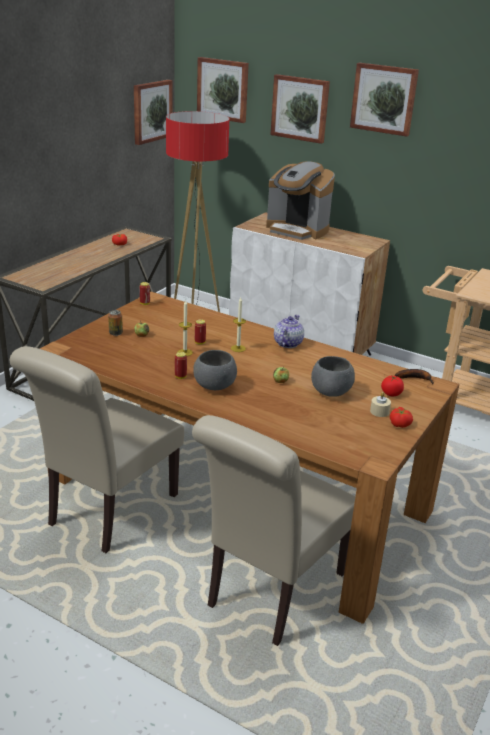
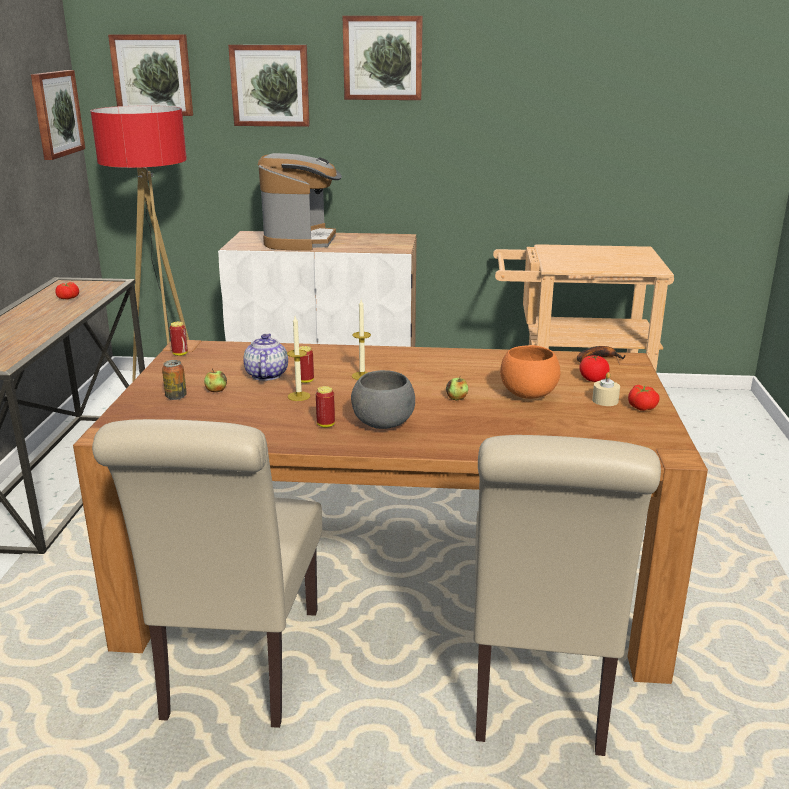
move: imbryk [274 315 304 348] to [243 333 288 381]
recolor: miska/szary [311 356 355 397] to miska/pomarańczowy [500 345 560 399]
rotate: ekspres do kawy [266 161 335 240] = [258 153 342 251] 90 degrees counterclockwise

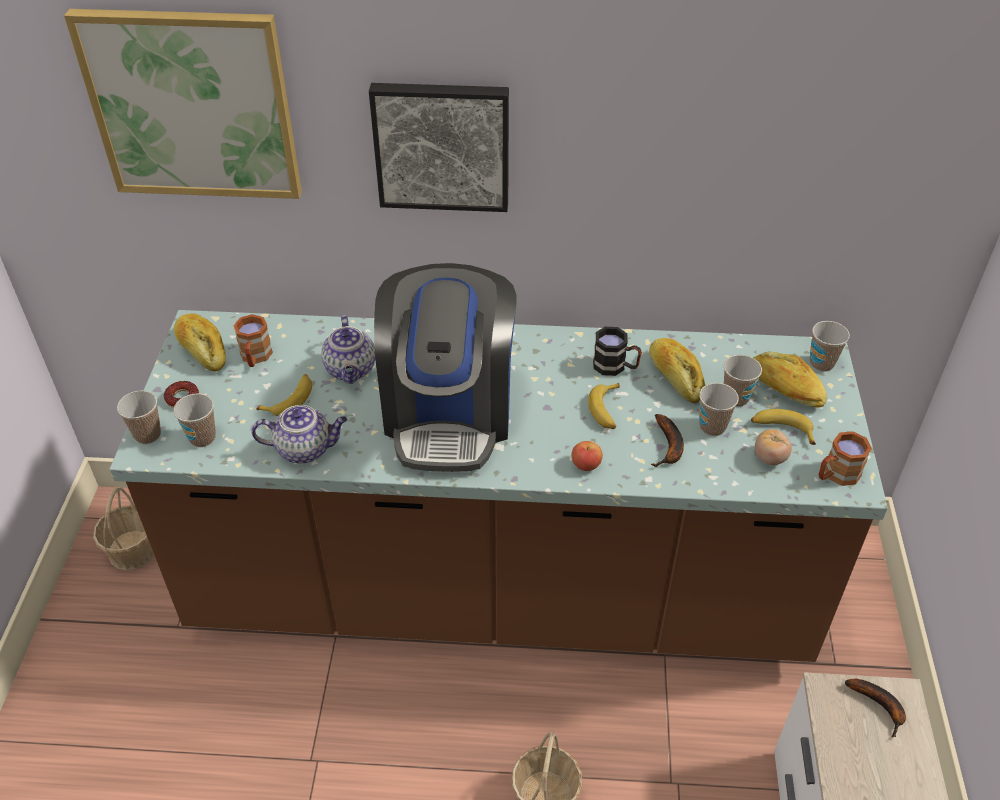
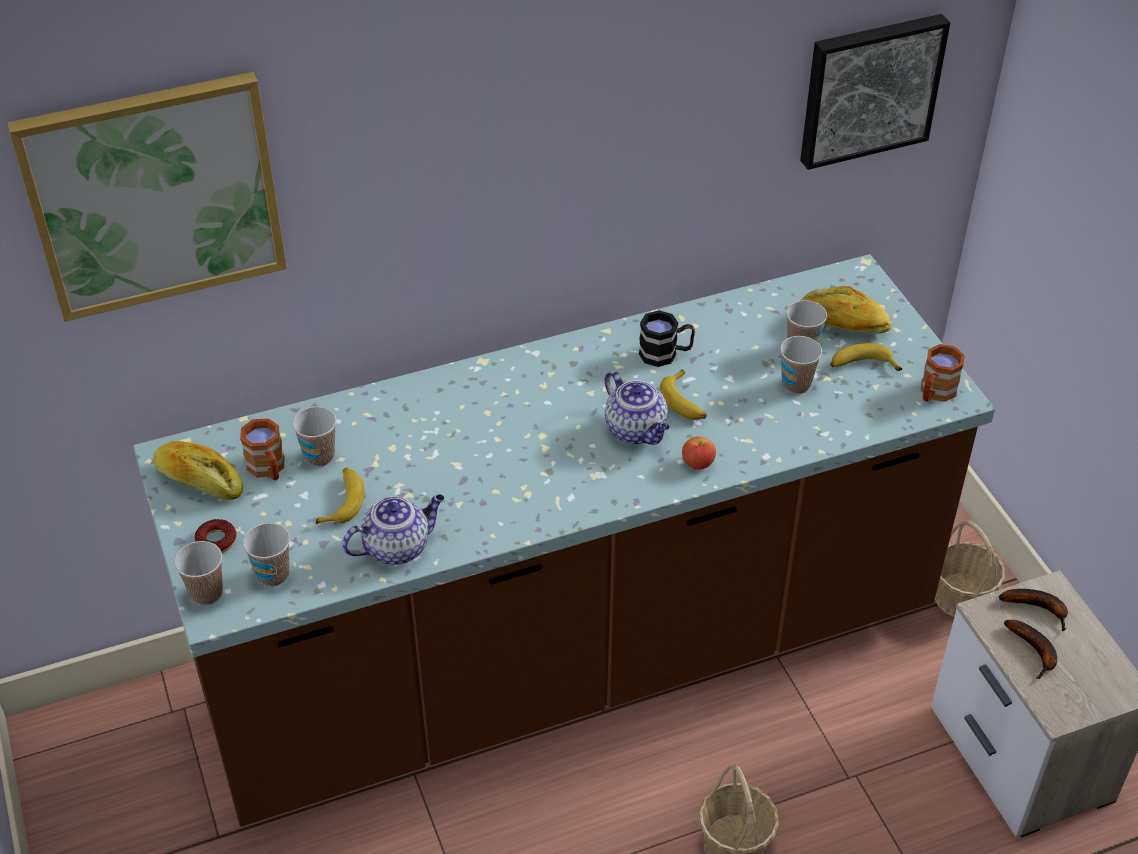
delete: ekspres do kawy [374 263 516 472]; chleb [649 338 705 403]; pomidor [755 429 792 465]
move: koszyk [93 488 154 570] to [935 521 1005 617]; imbryk [321 315 375 384] to [605 371 670 445]; obraz [369 83 509 212] to [800 14 950 170]; banan [651 414 684 467] to [1004 620 1057 679]; filiżanka [810 321 850 372] to [292 406 336 467]

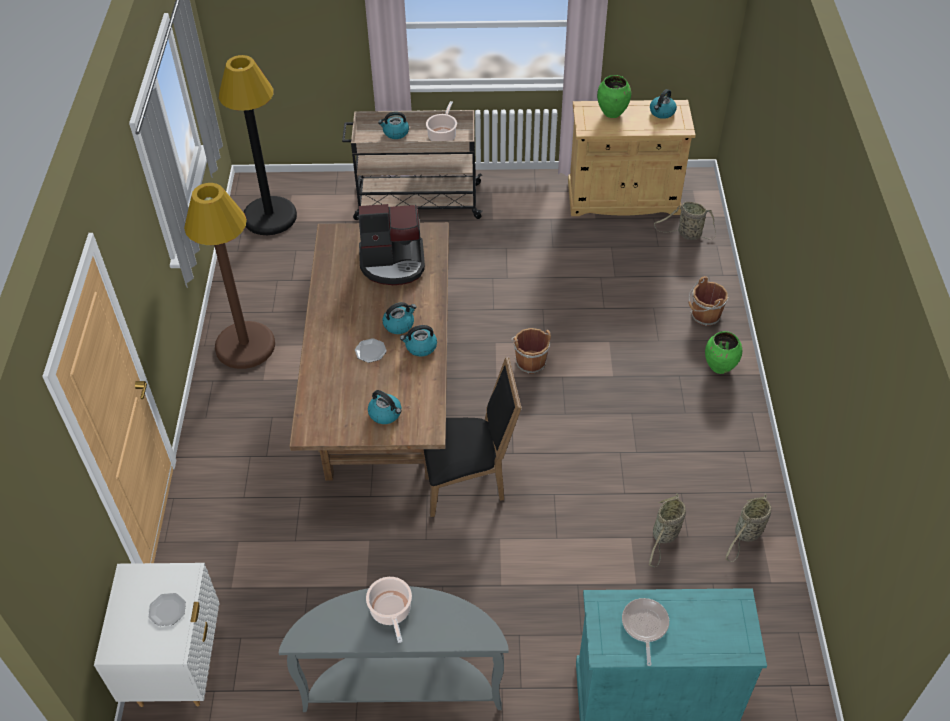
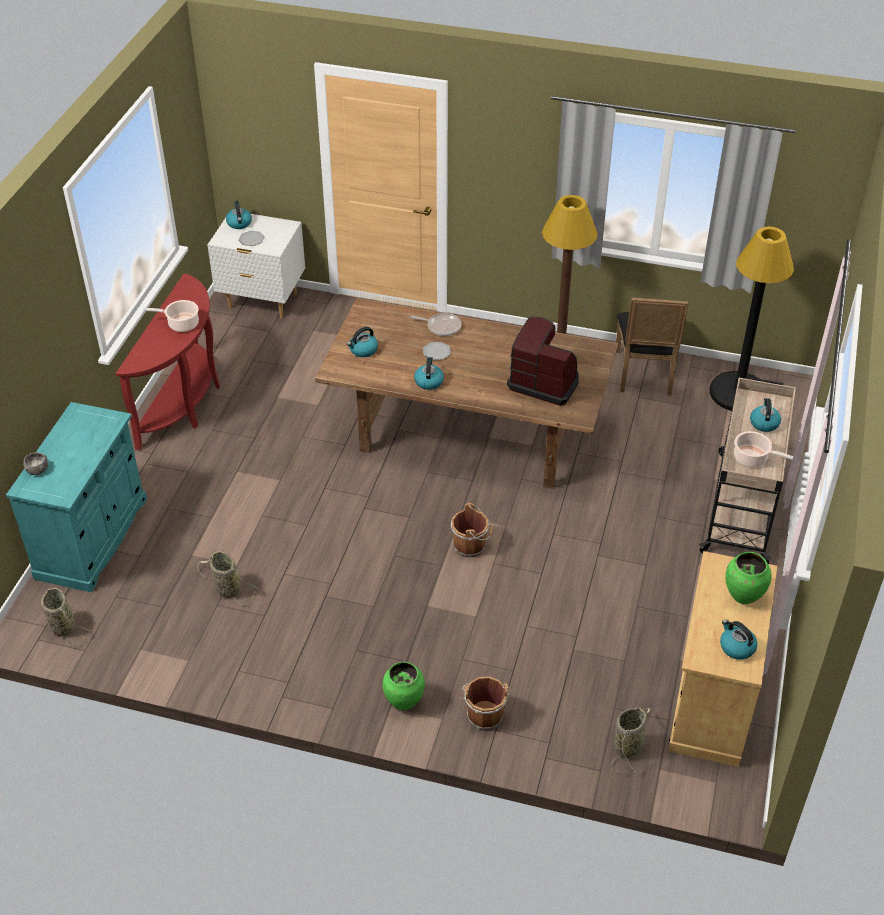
insert: miska/szary [23 452 48 475]
move: czajnik [383 302 416 334] to [226 201 252 229]; krzesło/czarny [421 357 522 517] to [616 298 689 396]; patelnia [622 598 669 666] to [410 313 461 336]; koszyk [725 494 772 562] to [41 588 90 646]
recolor: stolik konsolowy/szary [279 586 509 712] to stolik konsolowy/czerwony [115 273 220 450]
rotate: ekspres do kawy [358 204 425 285] = [507 317 579 406] 105 degrees clockwise

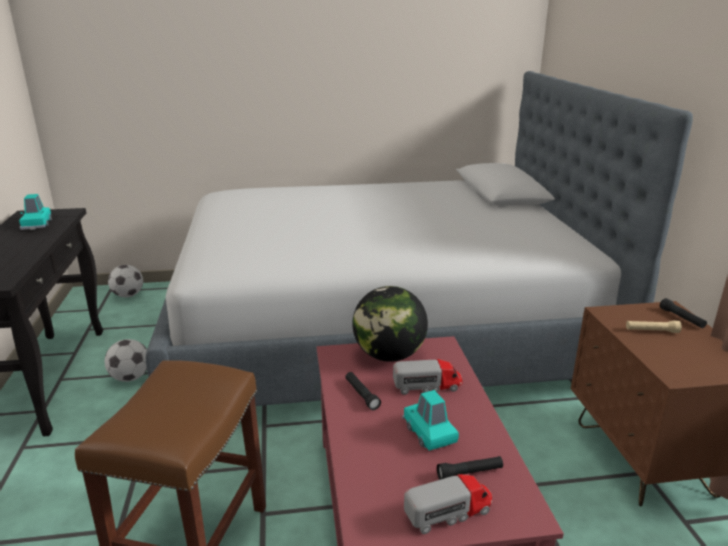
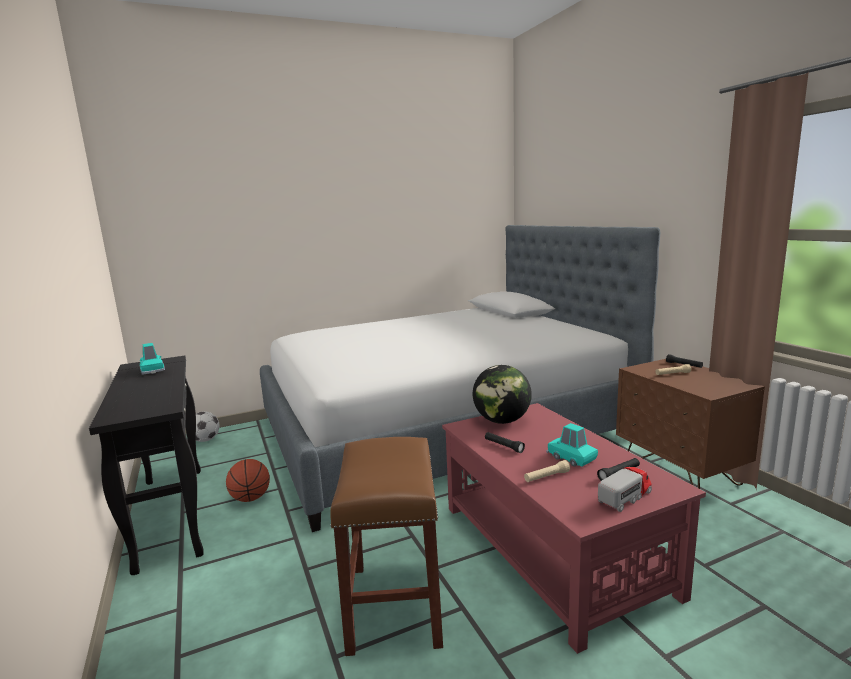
delete: ciężarówka zabawkowa [393 359 462 395]
insert: latarka/beżowy [524 460 570 482]
replace: piłka futbolowa [104 339 147 382] to piłka do koszykówki [226 459 270 502]

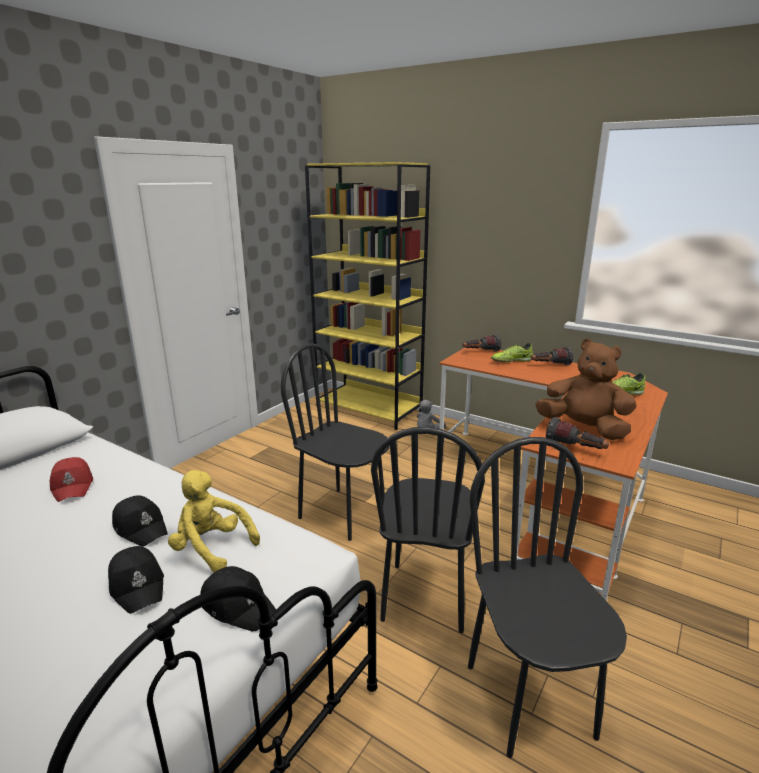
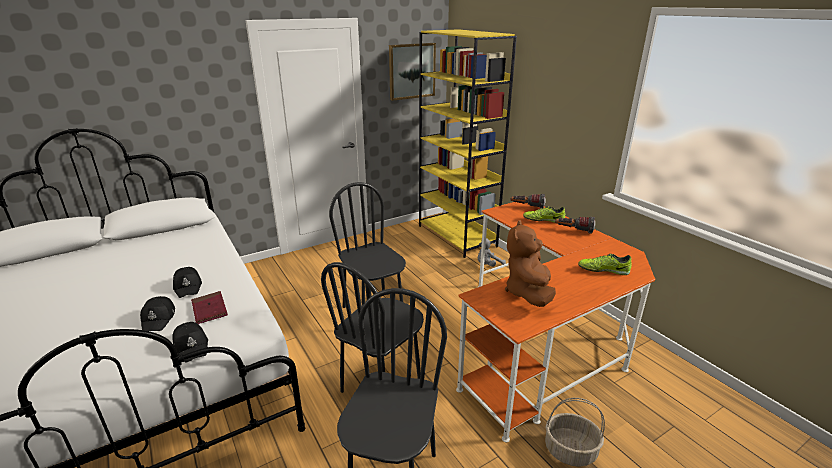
delete: czapka z daszkiem/czerwony [50 457 93 502]; latarka [546 417 609 449]
insert: obraz [389 43 436 101]; koszyk [545 398 605 467]
replace: pluszak/żółty [168 470 260 572] to książka/czerwony [191 291 228 324]
rotate: pluszak/brązowy [535 339 637 440] = [505 220 556 307] 135 degrees counterclockwise

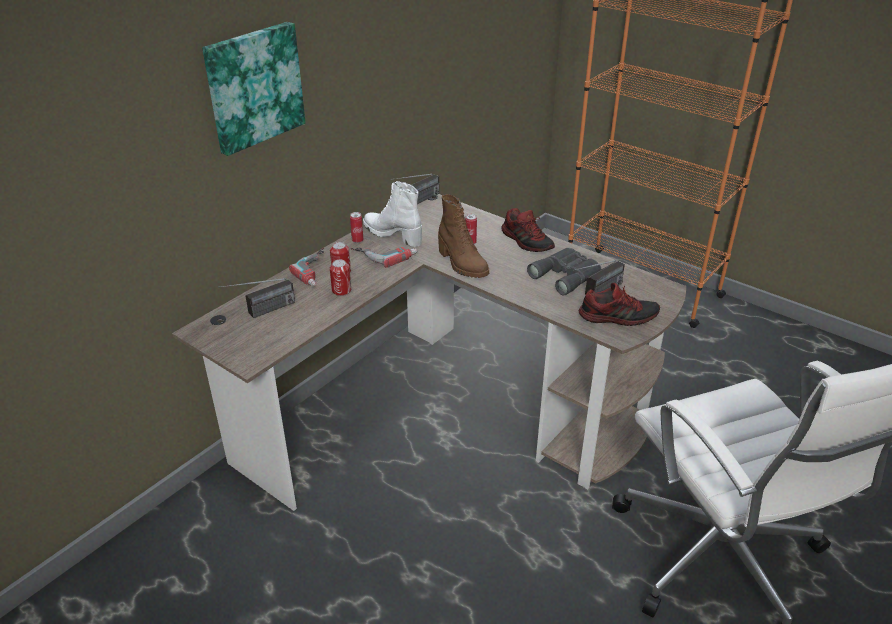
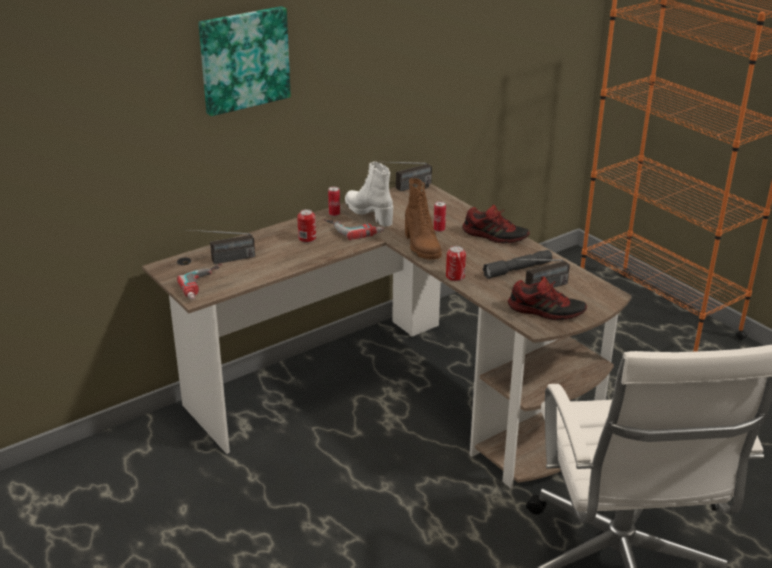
move: wiertarka [289 248 324 286] to [177 264 222 300]; puszka [330 259 351 296] to [446 246 466 281]
replace: lornetka/szary [527 248 601 295] to latarka/szary [483 250 552 279]
rotate: but [501 208 555 252] = [462 205 530 243] 45 degrees counterclockwise

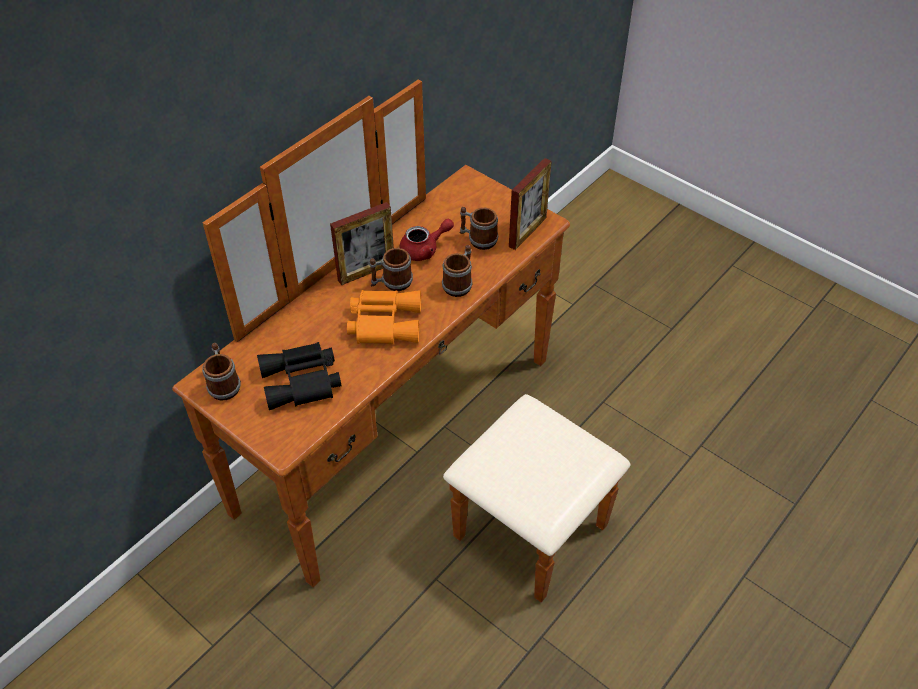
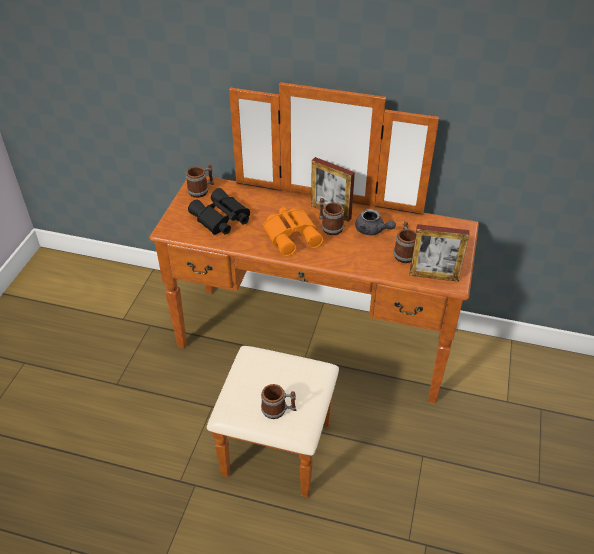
move: kubek [442 245 472 297] to [261 384 297 419]
recolor: imbryk/czerwony [400 219 454 261] to imbryk/szary [355 209 396 235]

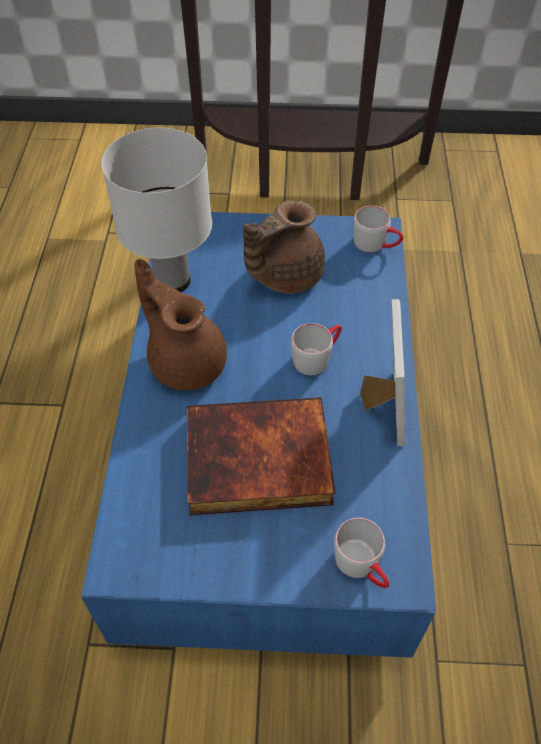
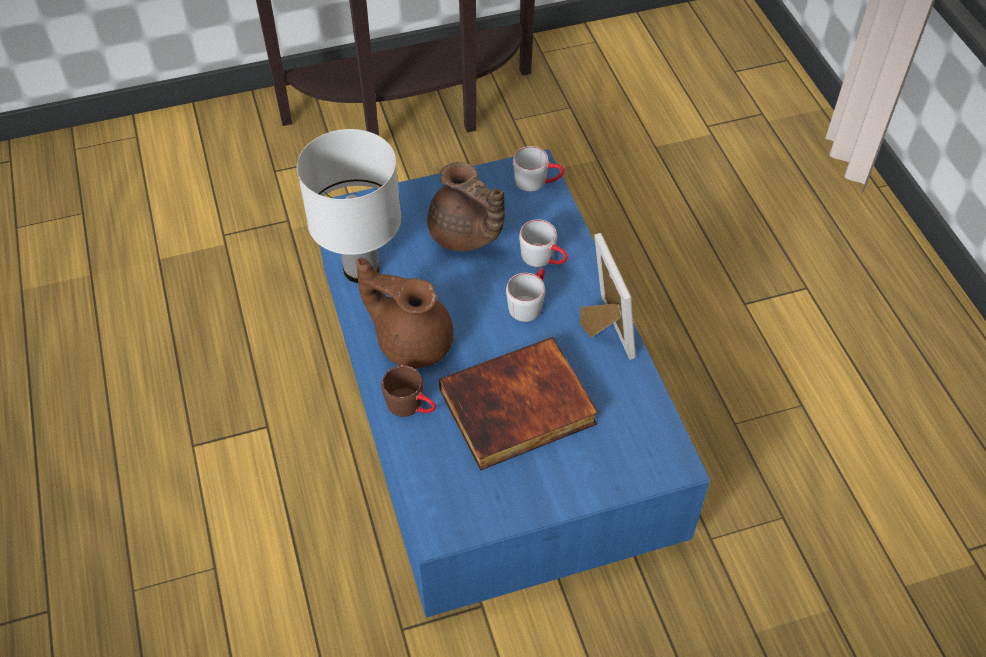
insert: kubek/brązowy [381 365 436 417]
move: kubek/szary [334 518 389 588] to [519 219 568 267]
rotate: imbryk/brązowy [243 200 325 294] = [427 162 505 252] 75 degrees counterclockwise

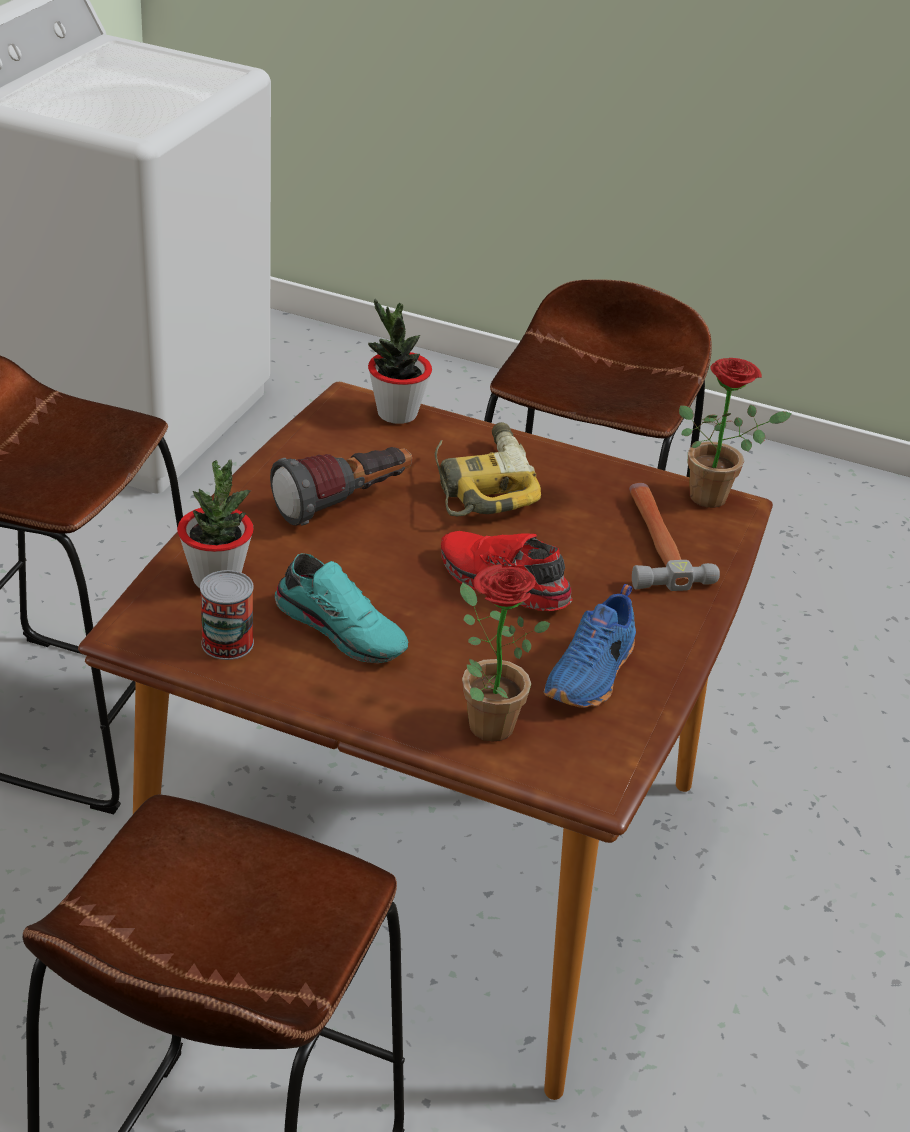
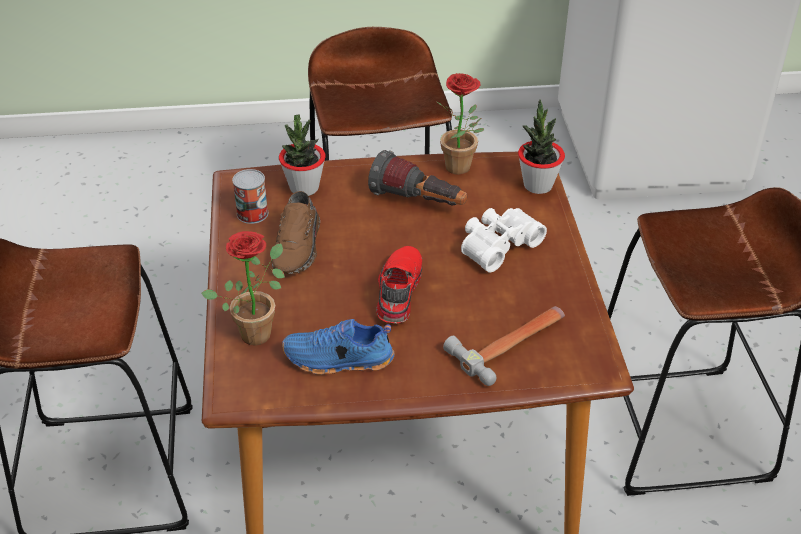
move: roślina doniczkowa [679 358 792 508] to [437 73 484 175]
replace: wiertarka [435 422 541 516] to lornetka/biały [461 208 547 273]
recolor: but/turkusowy [275 553 408 663] to but/brązowy [271 191 320 274]

